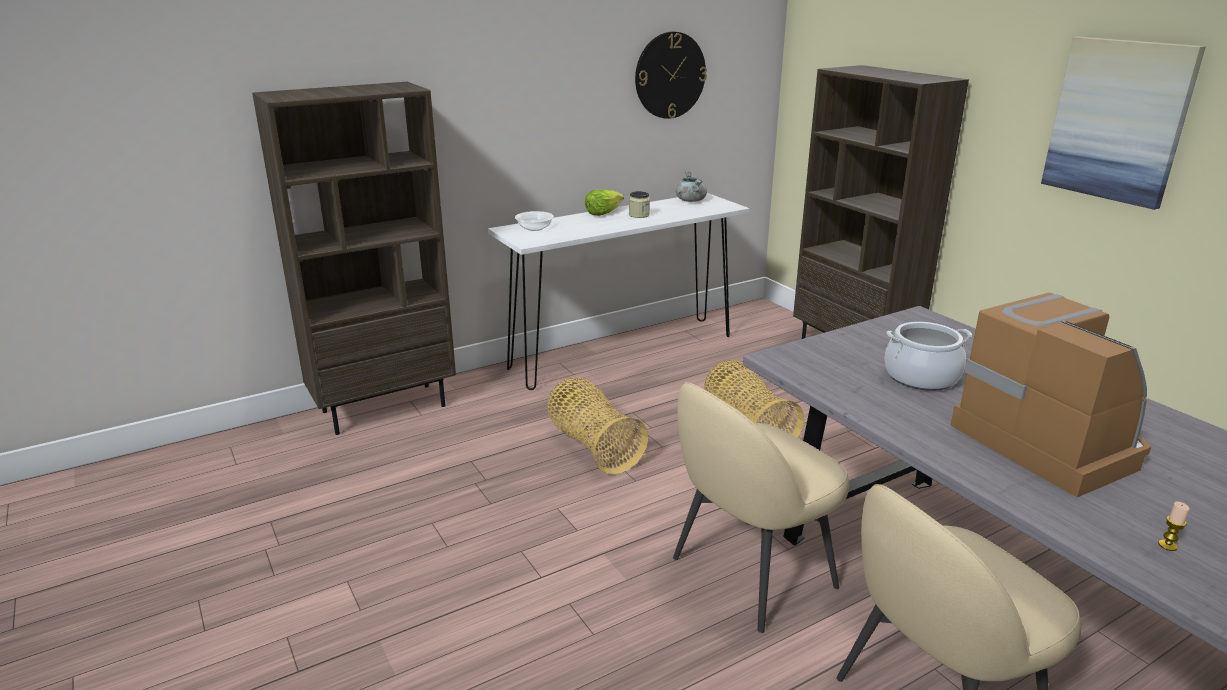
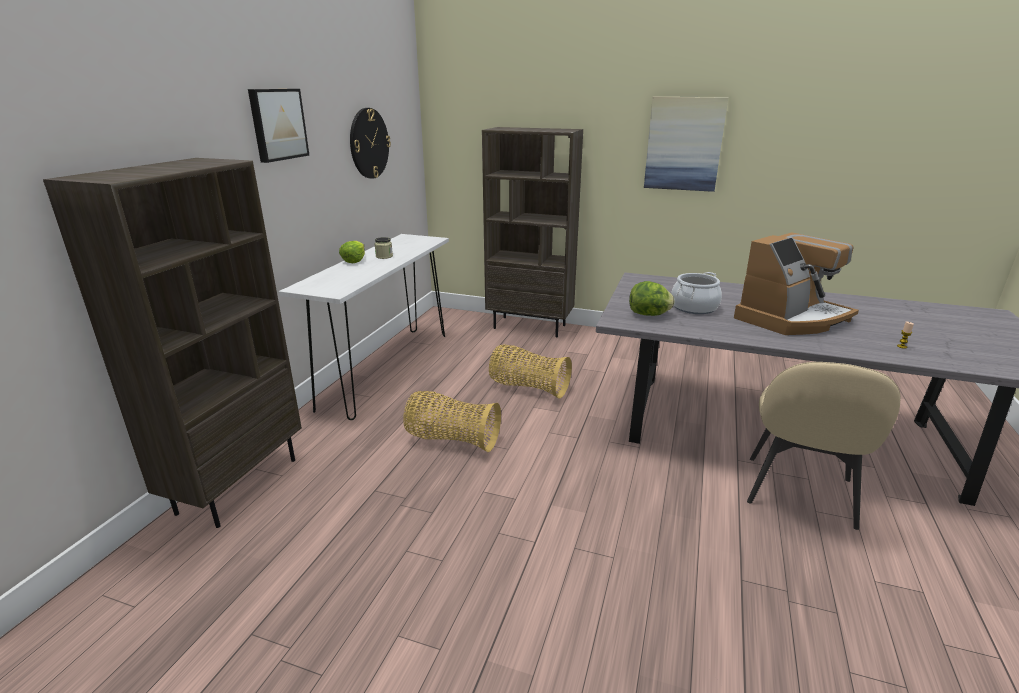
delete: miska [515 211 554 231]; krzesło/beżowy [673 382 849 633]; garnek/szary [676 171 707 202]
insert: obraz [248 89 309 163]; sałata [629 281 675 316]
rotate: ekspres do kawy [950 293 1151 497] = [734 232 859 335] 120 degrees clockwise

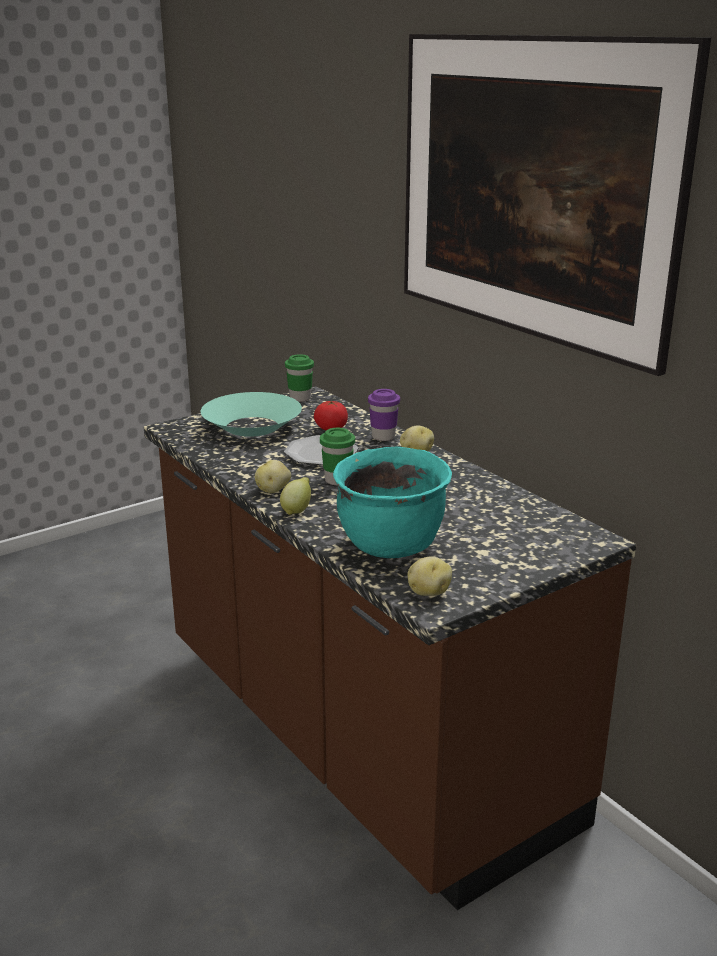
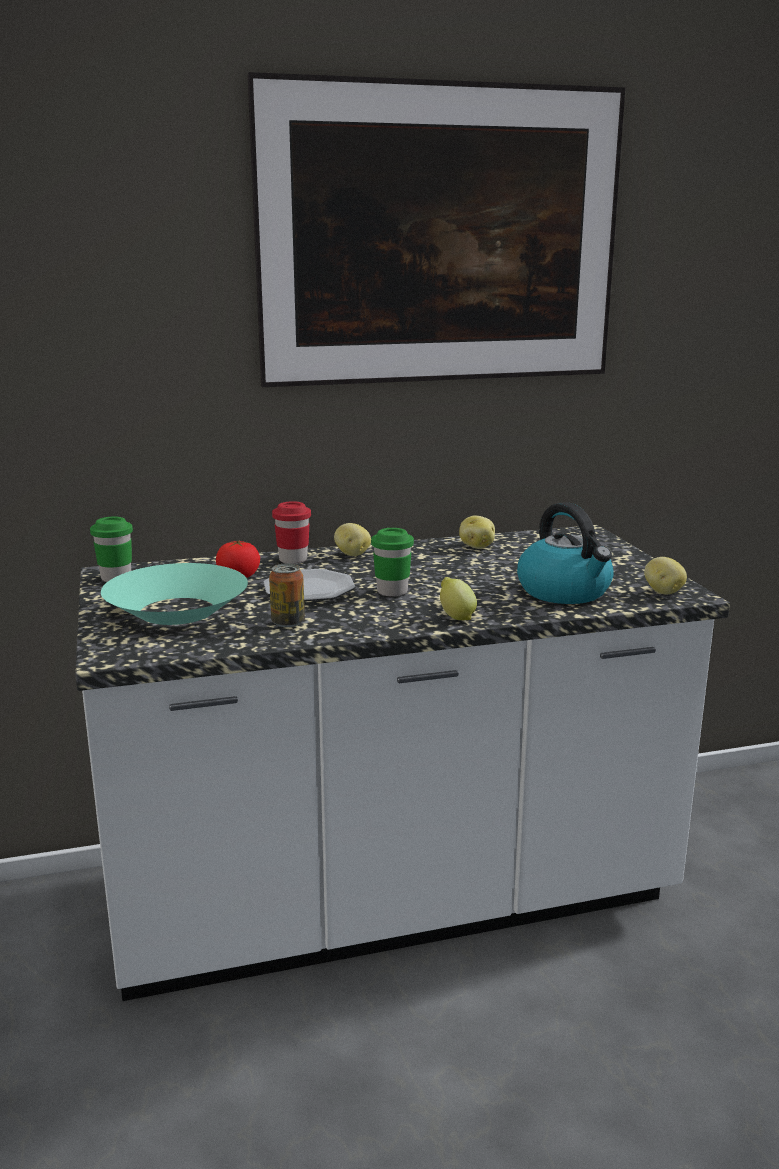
insert: puszka [269 563 305 627]
move: ziemniak [255 460 291 493] to [459 516 495 549]
replace: garnek/turkusowy [333 446 452 558] to czajnik [517 502 614 604]
recolor: zabudowa kuchenna/brązowy [144 386 636 910] to zabudowa kuchenna/biały [75 525 730 1001]; filiżanka/fioletowy [368 389 400 441] to filiżanka/czerwony [272 501 311 564]

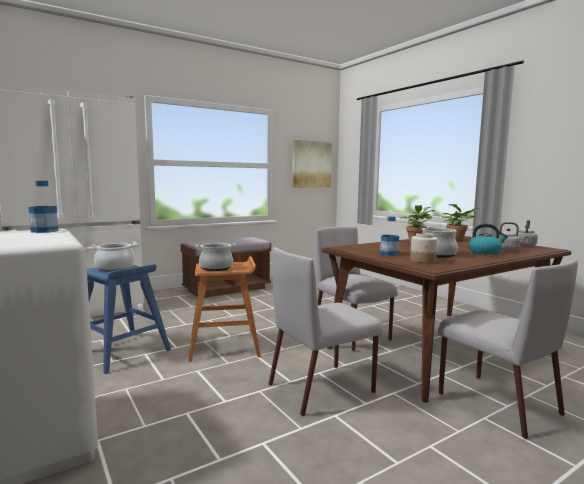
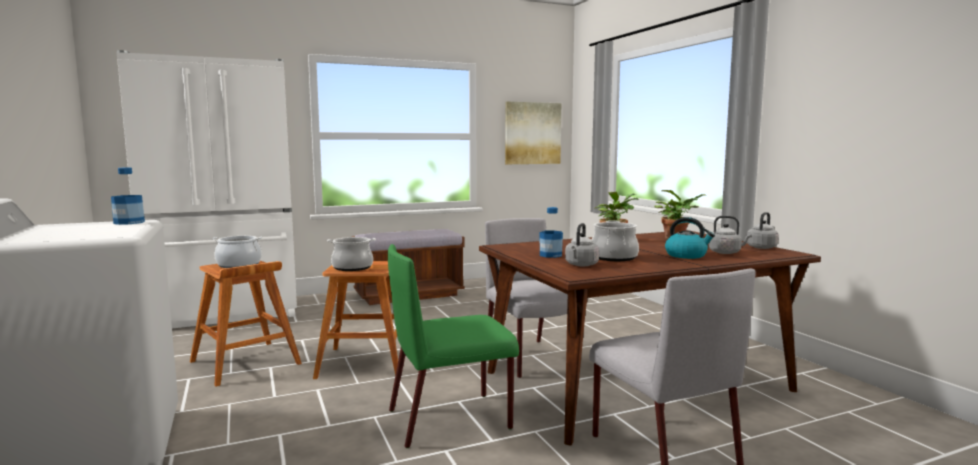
replace: słoik [410 233 438 263] to czajnik/szary [565 223 599 266]
recolor: stołek/niebieski [87 264 171 374] to stołek/brązowy [190 260 302 387]; krzesło/szary [269 247 383 416] to krzesło/zielony [388 244 519 448]

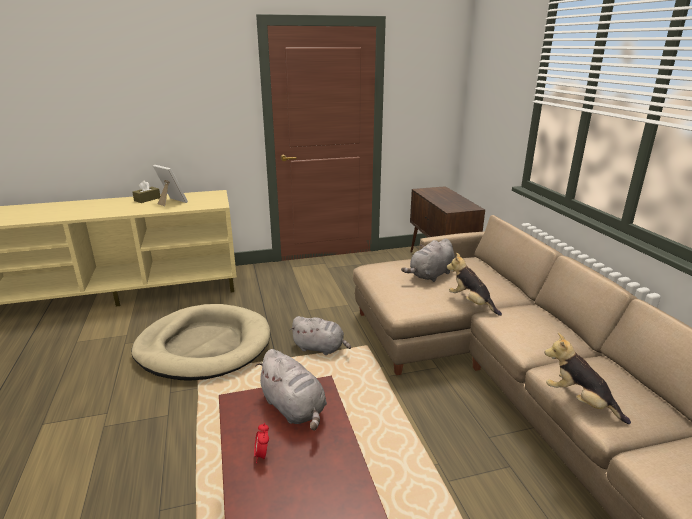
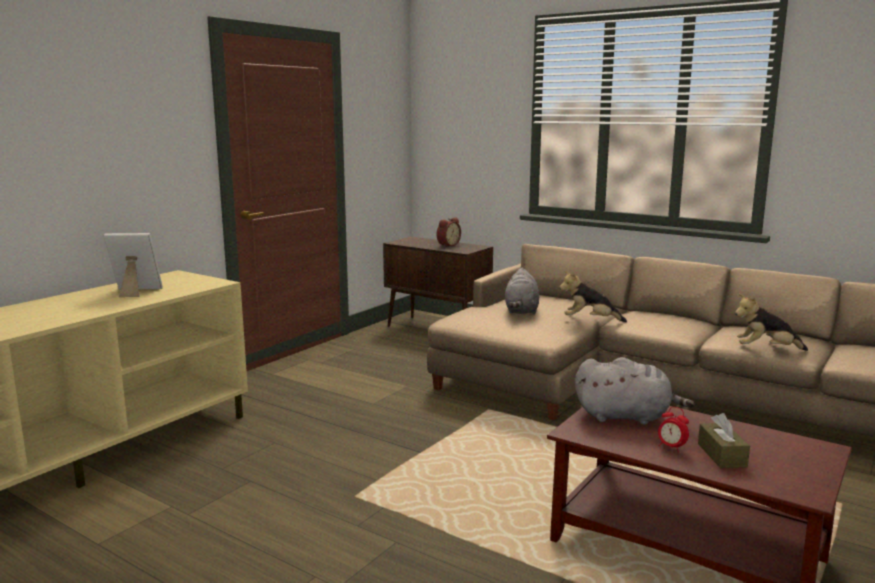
delete: legowisko/beżowy [131 304 270 381]; pluszak/szary [290 316 351 355]
insert: budzik [437 217 461 247]
move: pudełko chusteczek/brązowy [132 181 160 203] to [698 413 750 468]

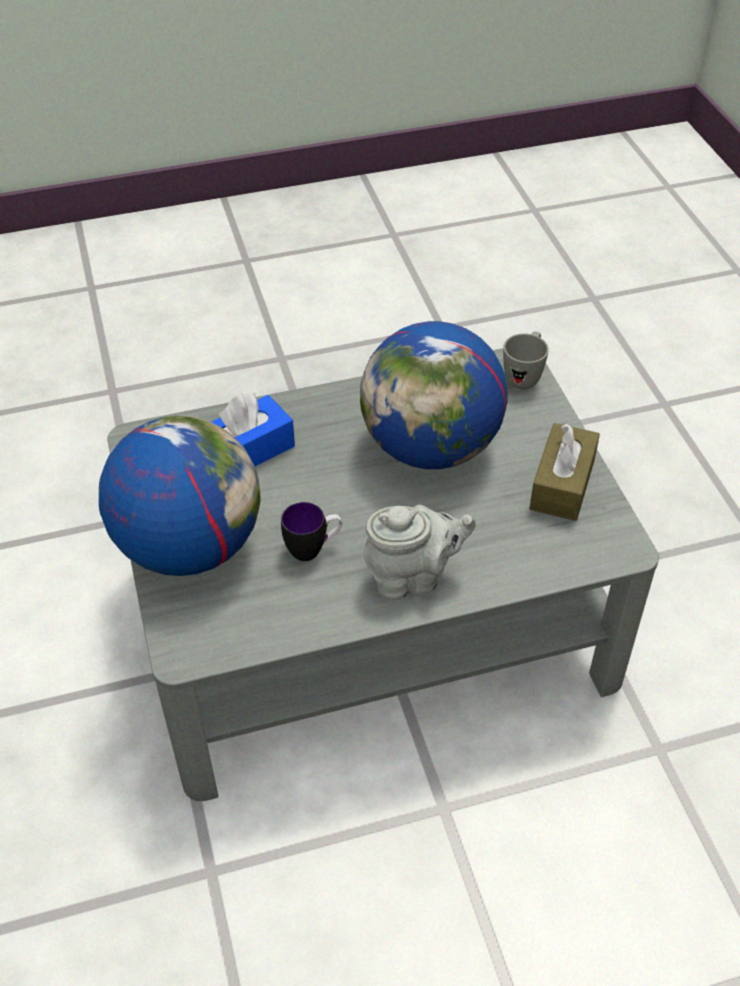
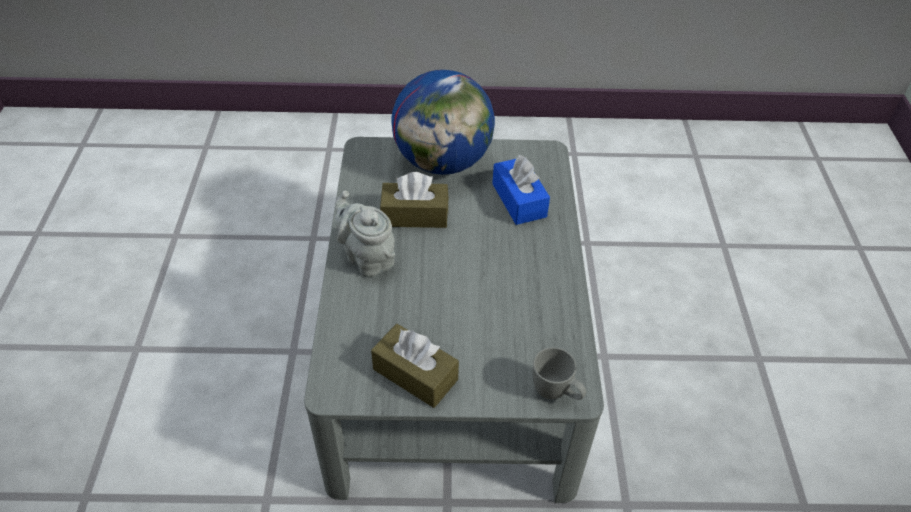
delete: globus [360 321 508 469]
replace: kubek [281 502 342 561] to pudełko chusteczek/brązowy [380 172 448 228]
rotate: imbryk/szary [364 505 476 600] = [335 191 395 277] 135 degrees clockwise

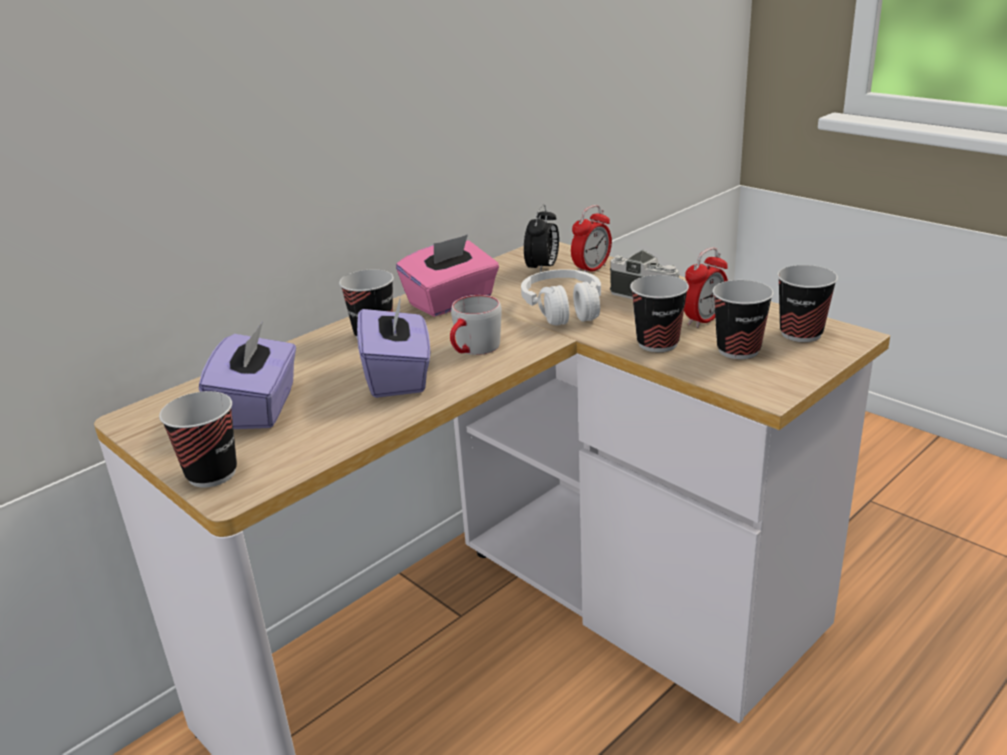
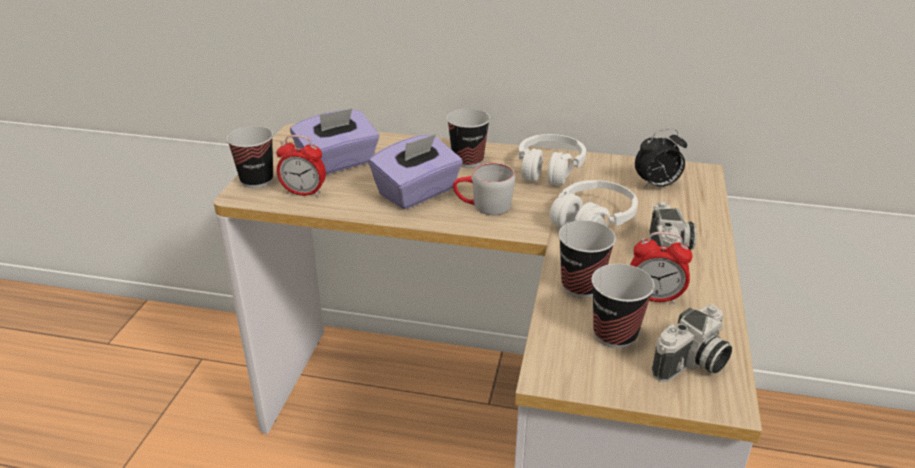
move: budzik [571 205 612 272] to [276 135 326 197]
replace: pudełko chusteczek/różowy [396 234 499 317] to słuchawki/biały [518 134 586 186]; filiżanka [777 265 838 342] to aparat fotograficzny [652 305 732 382]

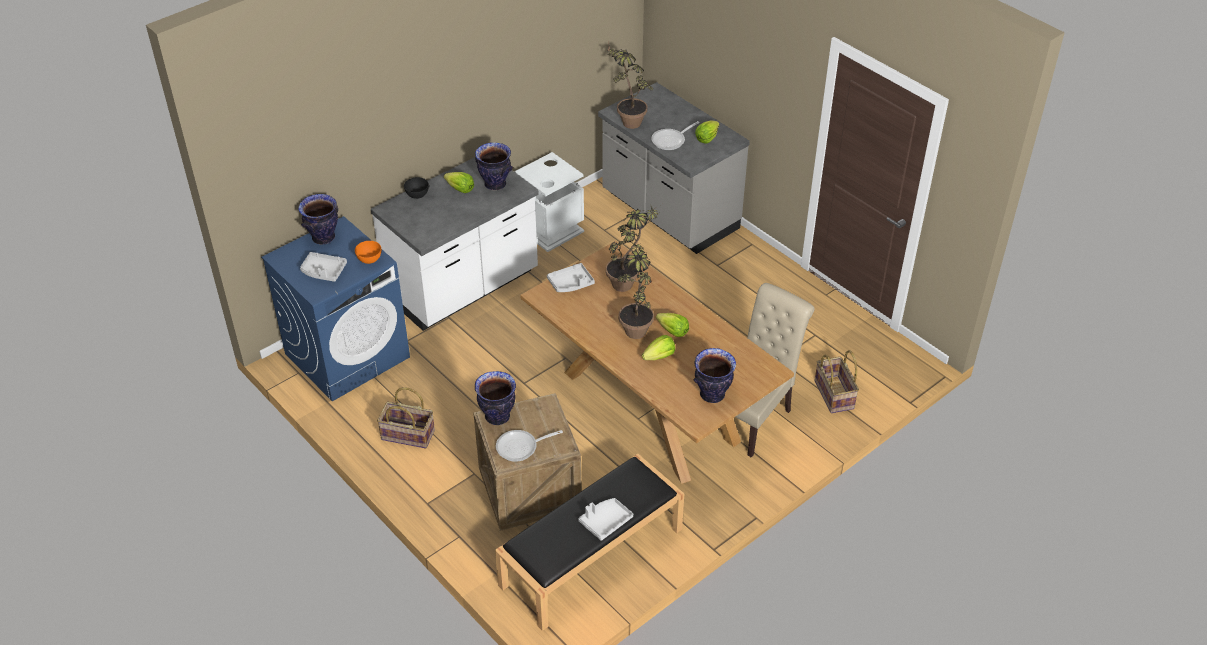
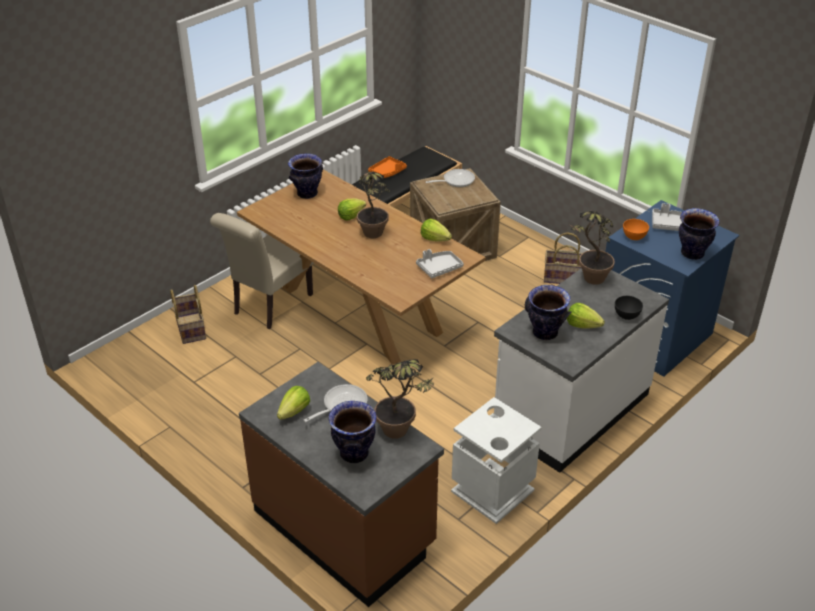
move: wazon [475 371 516 425] to [328 401 377 463]; roślina doniczkowa [606 204 662 292] to [570 211 615 285]; sałata [656 313 689 337] to [421 219 452 241]
recolor: taca/szary [578 498 633 541] to taca/pomarańczowy [368 156 407 178]; zabudowa kuchenna/szary [598 82 750 254] to zabudowa kuchenna/brązowy [239 362 444 607]

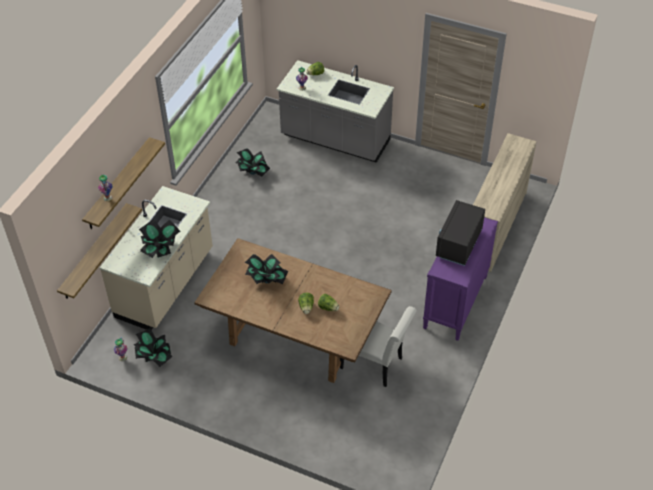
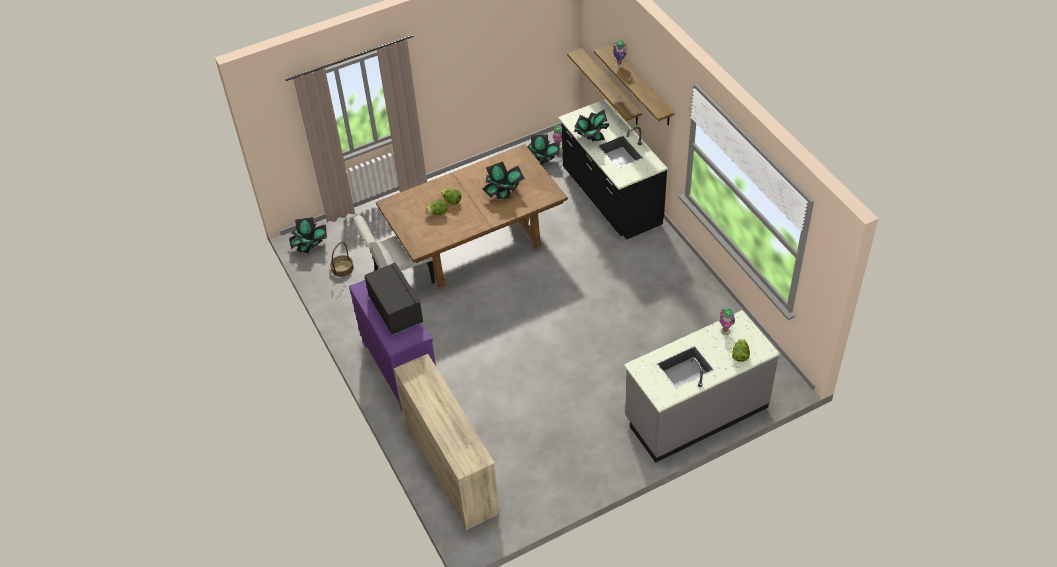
insert: koszyk [330 242 354 277]
move: roślina doniczkowa [236 148 270 177] to [289 217 327 253]
recolor: zabudowa kuchenna/beżowy [100 186 213 330] to zabudowa kuchenna/czarny [558 99 668 240]

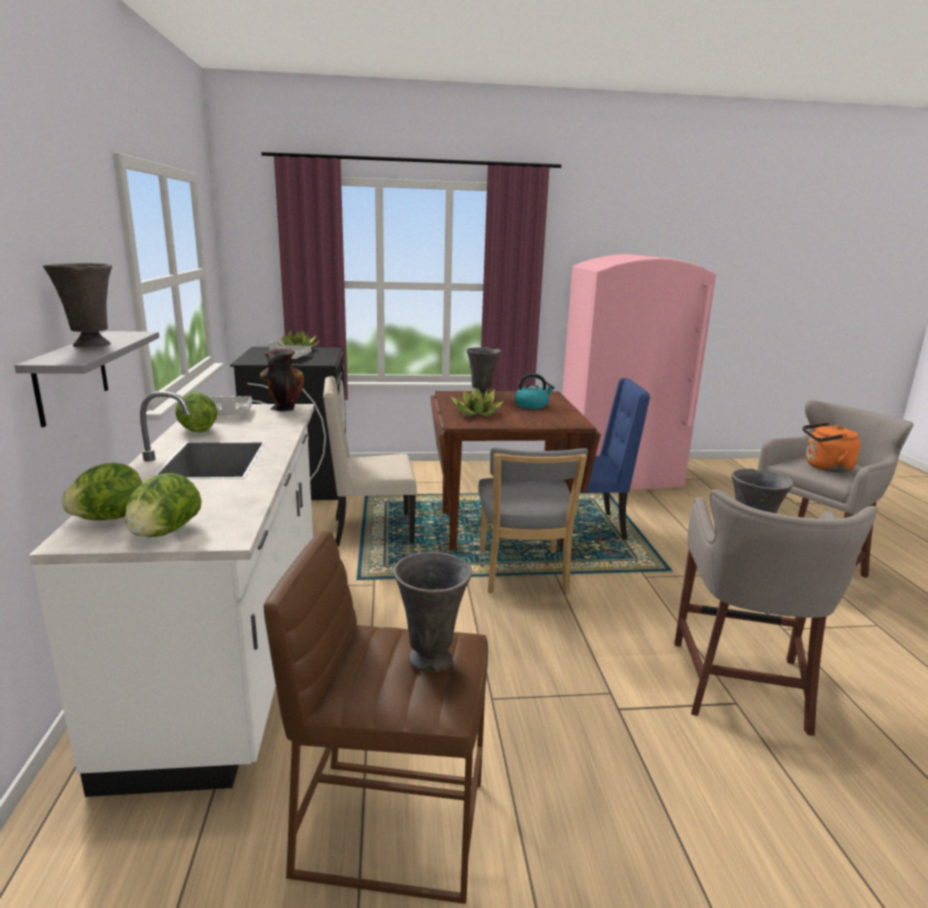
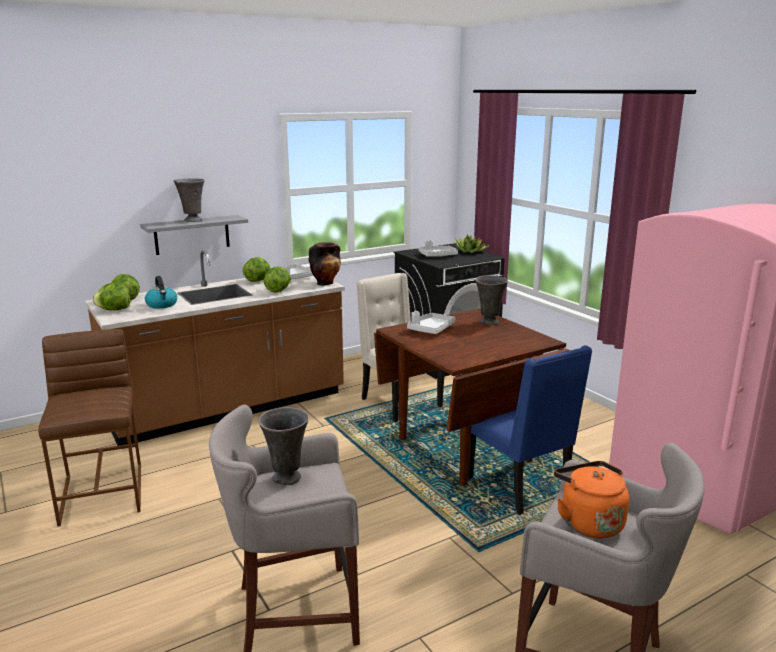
delete: wazon/szary [393 552 472 672]; krzesło/szary [478 447 588 593]
insert: sałata [264 266 291 293]
move: czajnik [515 373 555 409] to [145 276 177 309]
replace: roślina doniczkowa [451 388 503 416] to taca/szary [407 311 456 334]
recolor: zabudowa kuchenna/biały [29 391 314 797] to zabudowa kuchenna/brązowy [85 250 345 446]

